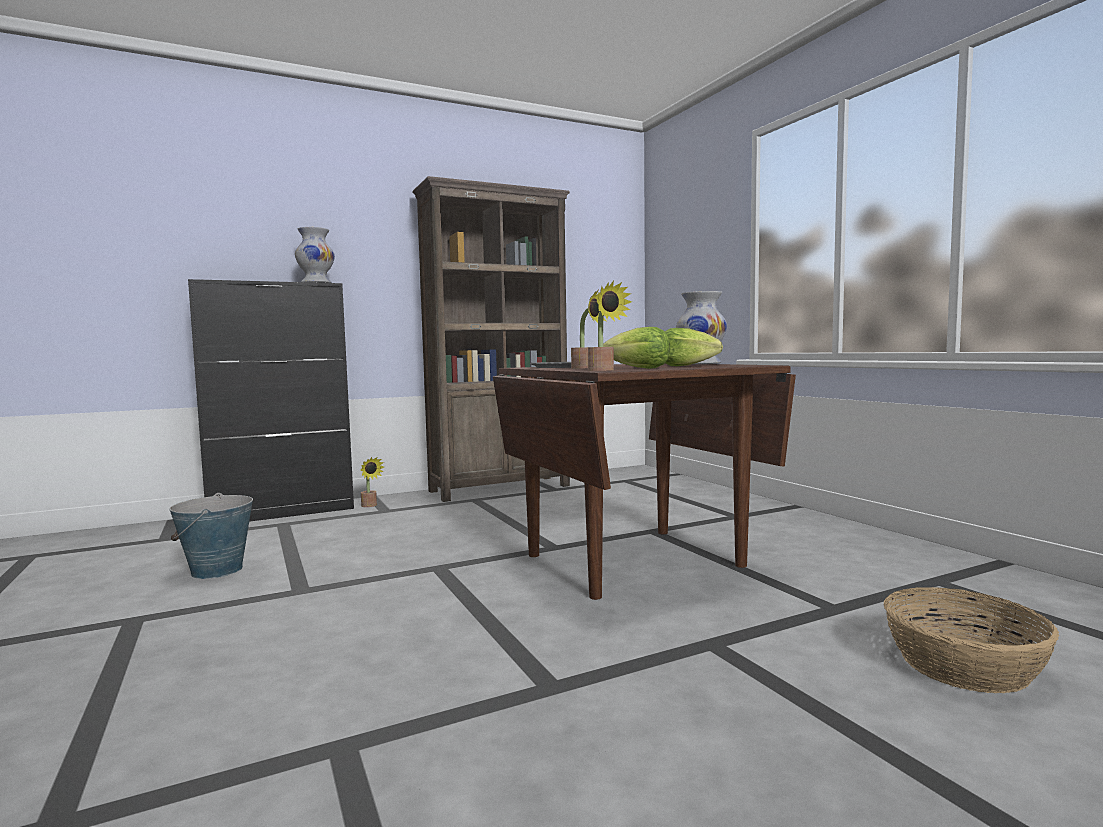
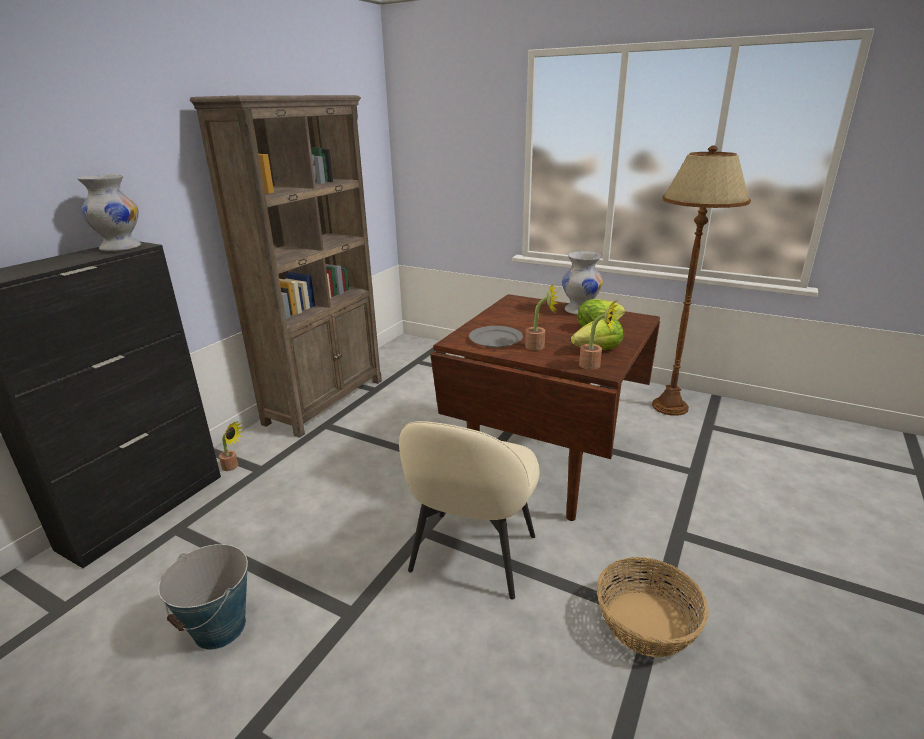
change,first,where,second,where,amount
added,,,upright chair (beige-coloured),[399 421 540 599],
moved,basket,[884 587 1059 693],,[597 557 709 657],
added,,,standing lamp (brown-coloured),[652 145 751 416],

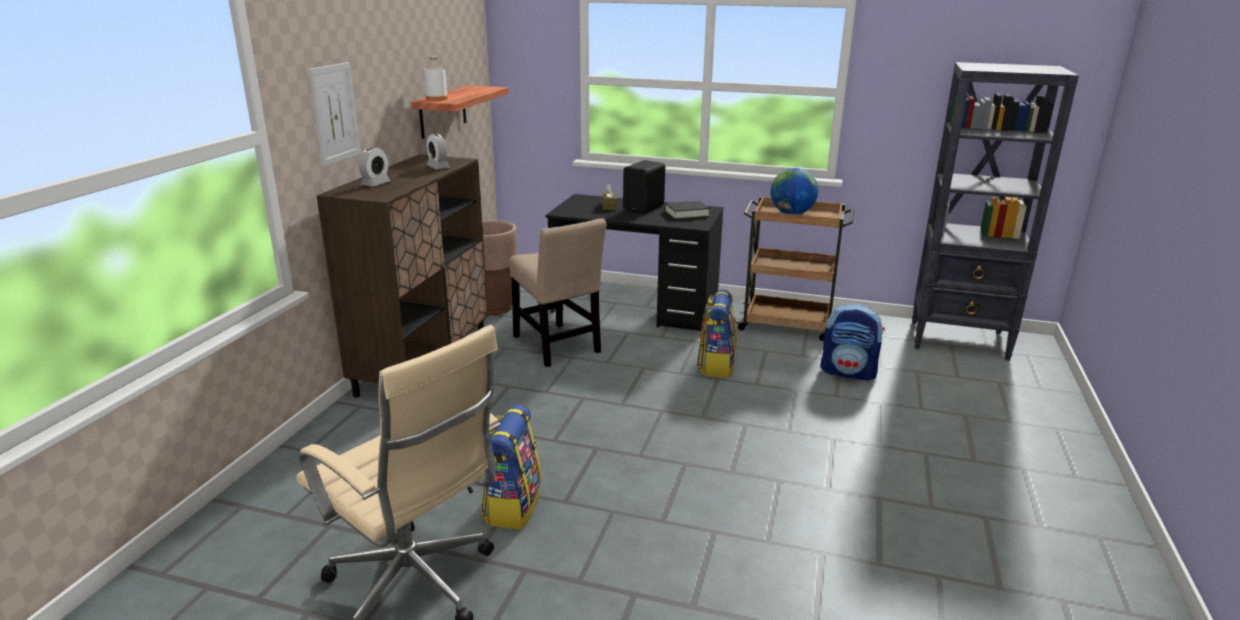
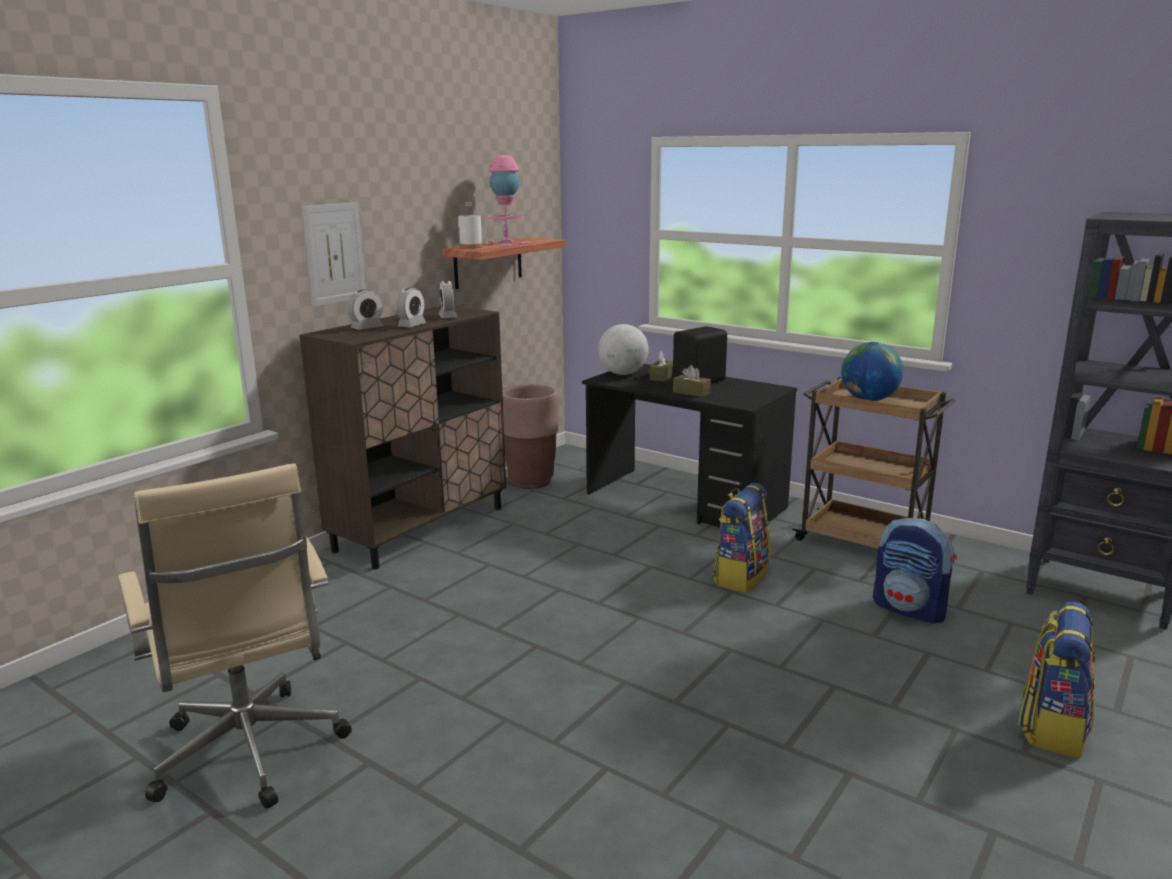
change,first,where,second,where,amount
added,,,bedside clock,[396 288 426 327],
added,,,table lamp (pink-coloured),[484 155 530 246],
added,,,globe,[598 324 649 375],
added,,,tissue holder (brown-coloured),[673 365 711 397],
moved,rucksack,[481 404 541 529],,[1018 601 1095 759],
removed,upright chair (beige-coloured),[509 218 607 367],,,
removed,volume (blackish),[664 201 710 220],,,

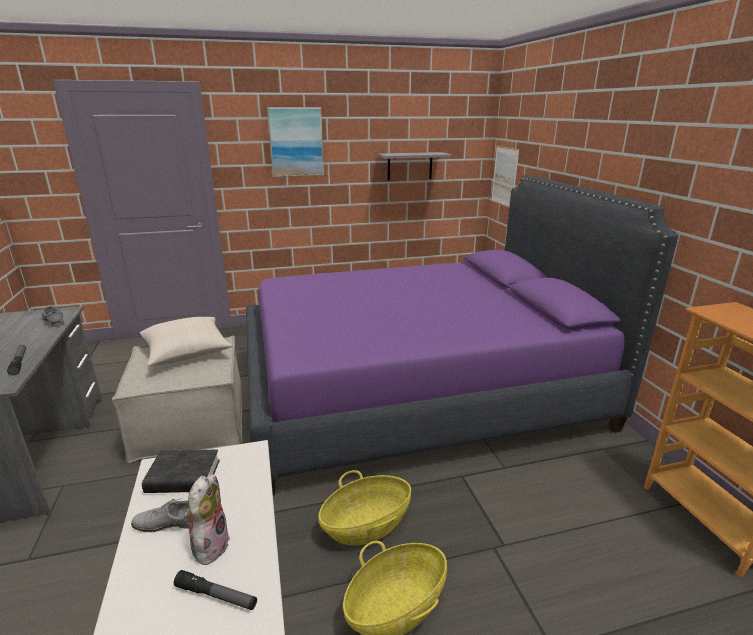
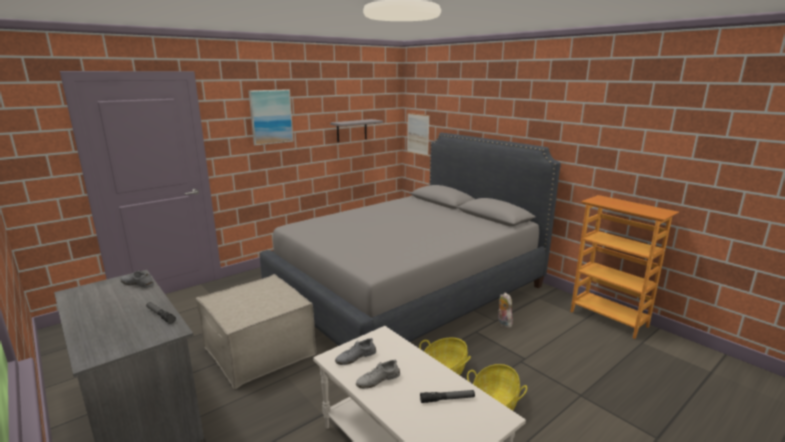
change,first,where,second,where,amount
recoloured,bedroom bed (purplish),[246 175 678 495],bedroom bed (greyish),[260 133 561 346],
replaced,volume (blackish),[142 449 220 493],shoe (greyish),[335 338 376 365],
moved,plush toy,[184 474 230 565],,[498 292 513 328],
removed,throw pillow (beige-coloured),[140 317 233 365],,,

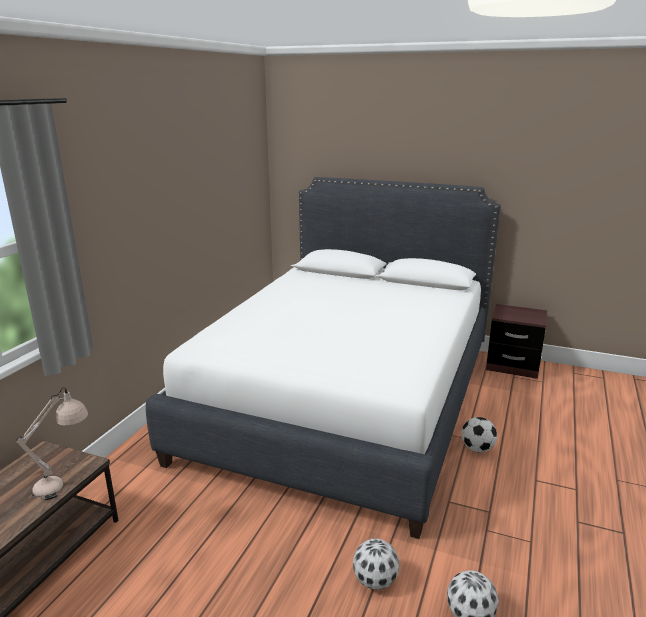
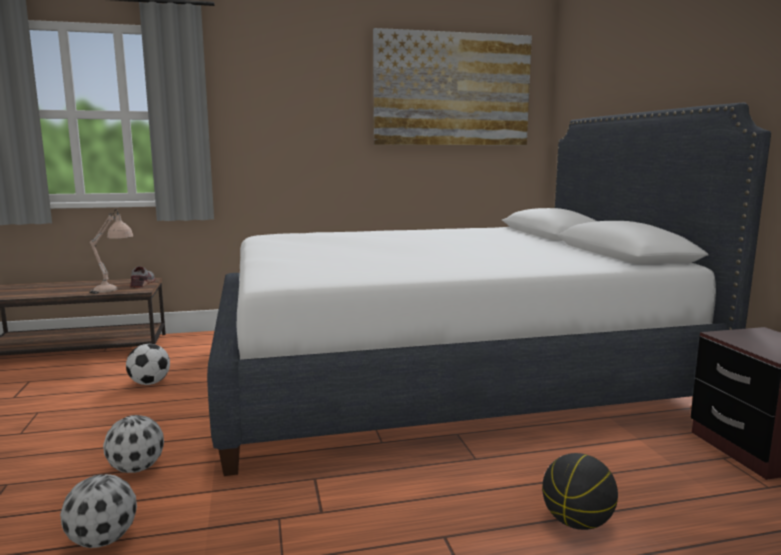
change,first,where,second,where,amount
moved,ball for football,[461 417 497 452],,[126 344 170 385],
added,,,shoe (greyish),[130 266 155 288],
added,,,wall art,[373 28 532 145],
added,,,basketball,[542 453 618 530],

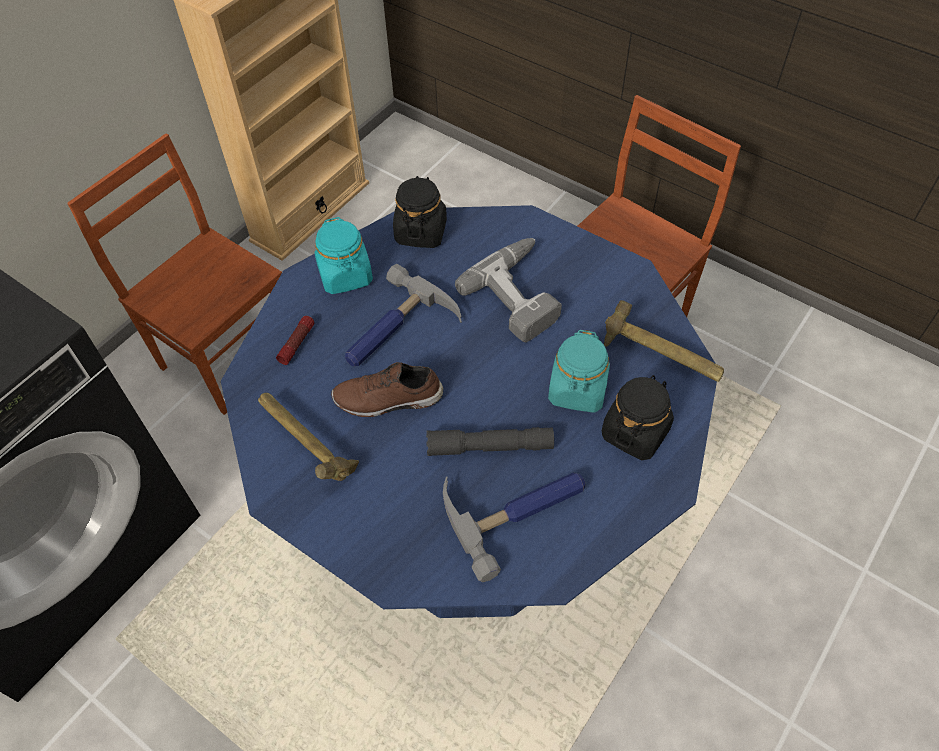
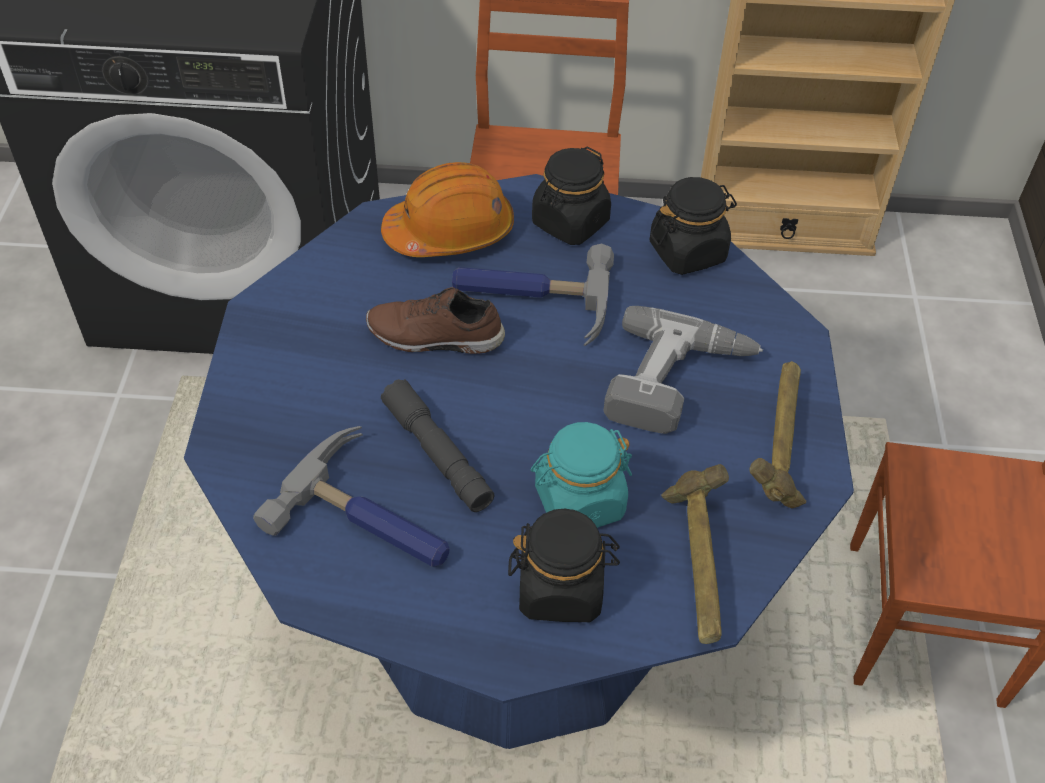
change,first,where,second,where,amount
turned,shoe (brown-coloured),[331 362 443 417],,[366 287 505 354],45 degrees counterclockwise
replaced,flashlight,[276 316 314 365],work helmet (orangey),[381 162 514 257],
recoloured,storage jar (blue-green),[315 217 373 294],storage jar (blackish),[532 147 611 245],
moved,hammer,[258 393 359 481],,[750 361 806 508],

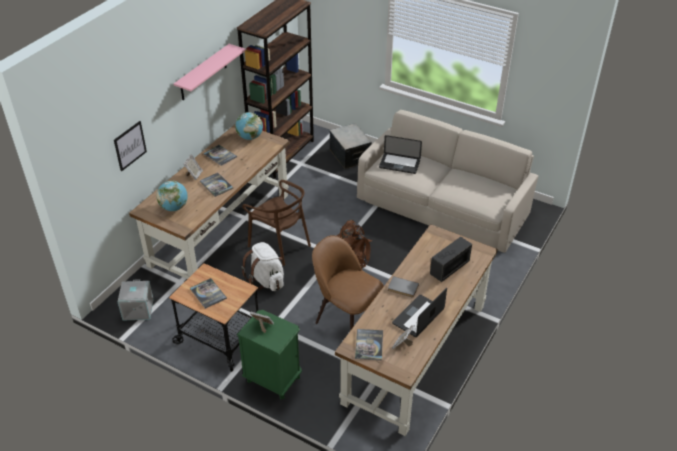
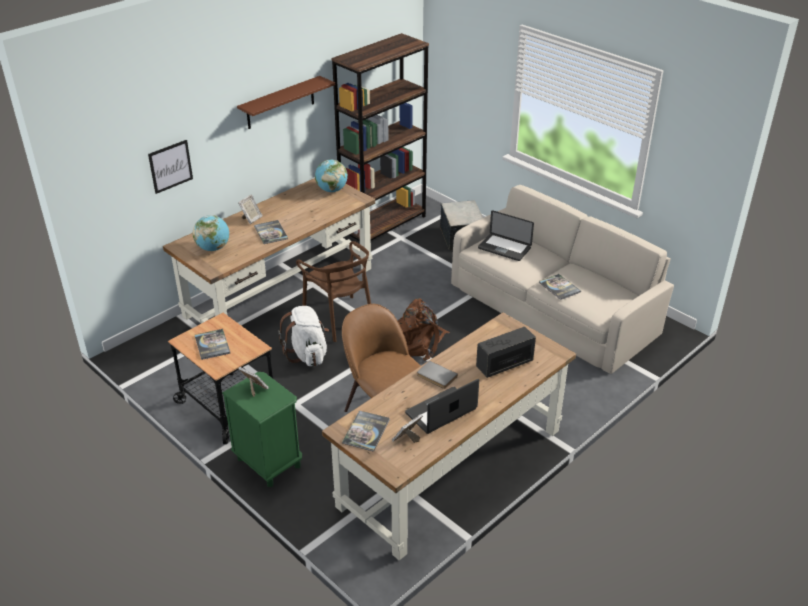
change,first,where,second,where,amount
recoloured,wall shelf (pink-coloured),[174 44 246 100],wall shelf (brown-coloured),[237 76 335 129],
moved,volume,[203 145 237 166],,[539 274 581 300],
removed,storage container (greyish),[117 279 154 321],,,

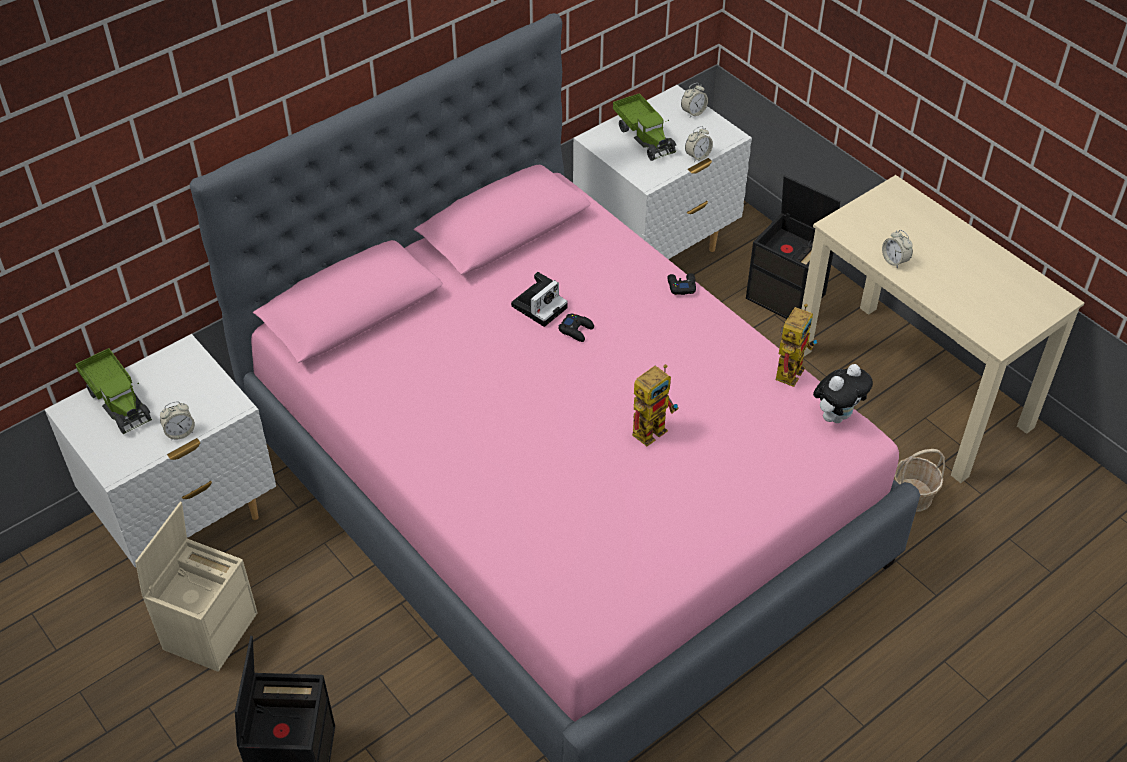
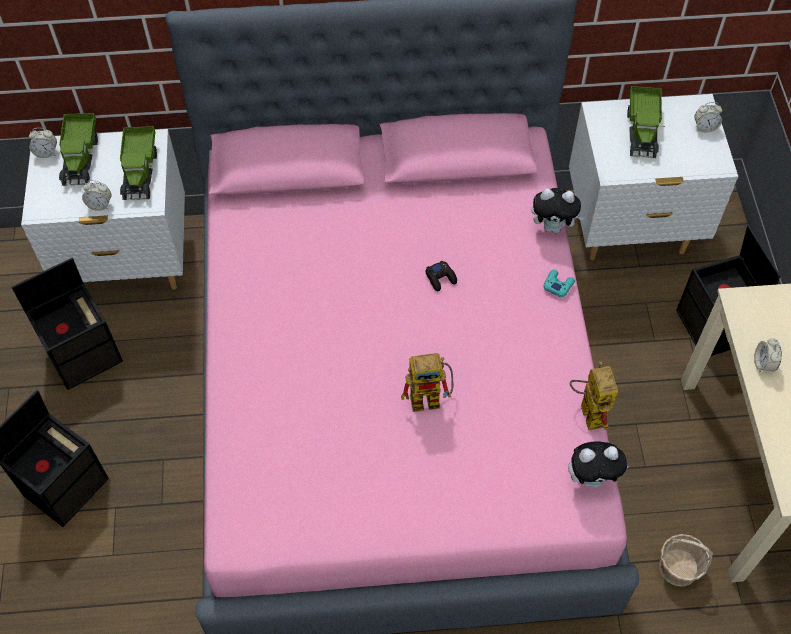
change,first,where,second,where,amount
recoloured,storage container (beige-coloured),[135 502 258 672],storage container (blackish),[11 258 123 390],
moved,bedside clock,[685 126 713 162],,[29 128 57 158],
added,,,toy truck,[120 126 157 200],
added,,,plush toy,[531 188 584 233],
recoloured,gamepad (blackish),[667 273 696 295],gamepad (blue-green),[543 270 575 297],
turned,robot figure,[776 304 818 387],,[570 362 618 431],75 degrees counterclockwise
removed,still camera,[511 272 568 327],,,

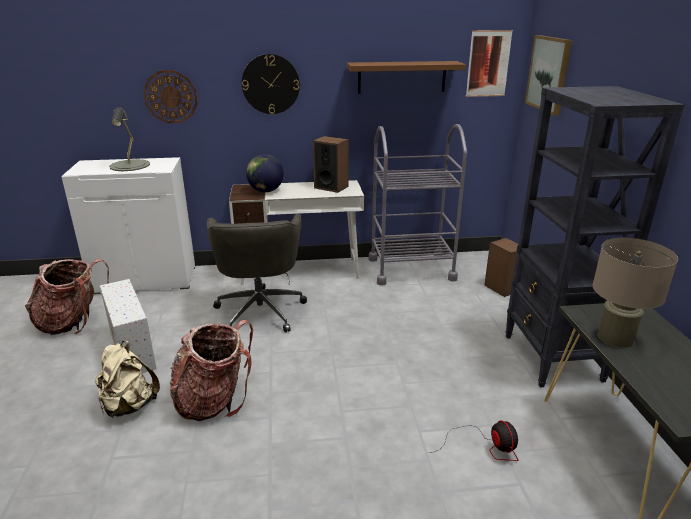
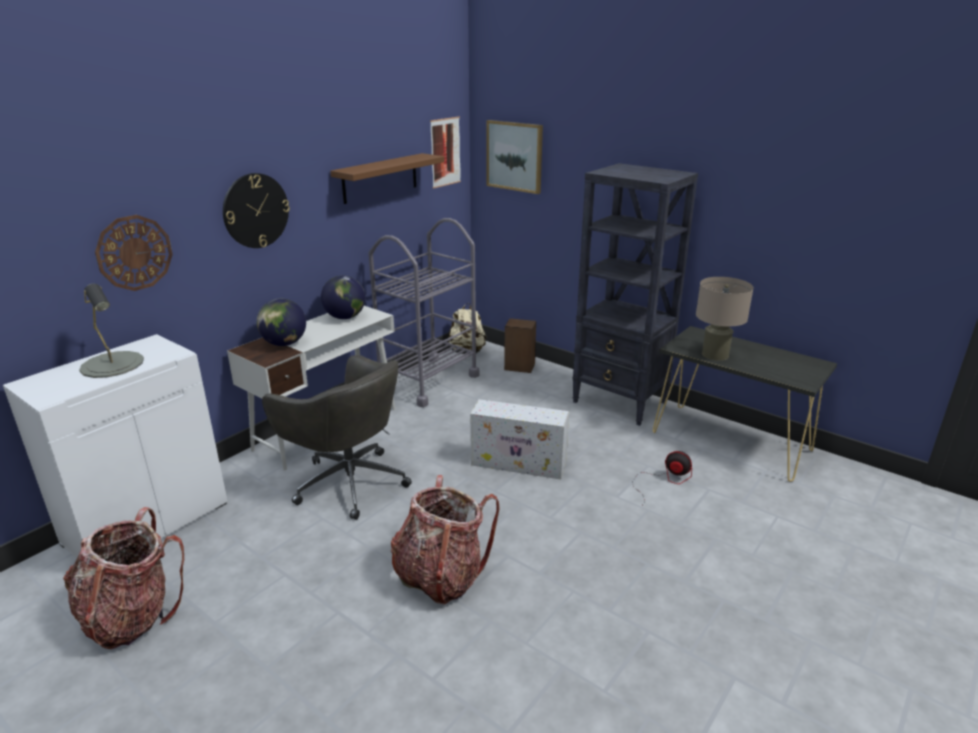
change,first,where,second,where,amount
replaced,loudspeaker,[313 136 349 193],globe,[321 276 365 319],
moved,rucksack (beige-coloured),[95 341 160 418],,[448 303 487 354],
moved,storage container (white),[100 279 157 373],,[470 399 569 479],

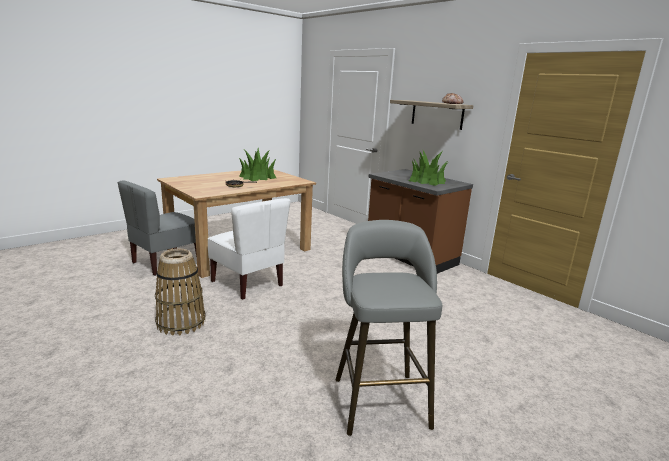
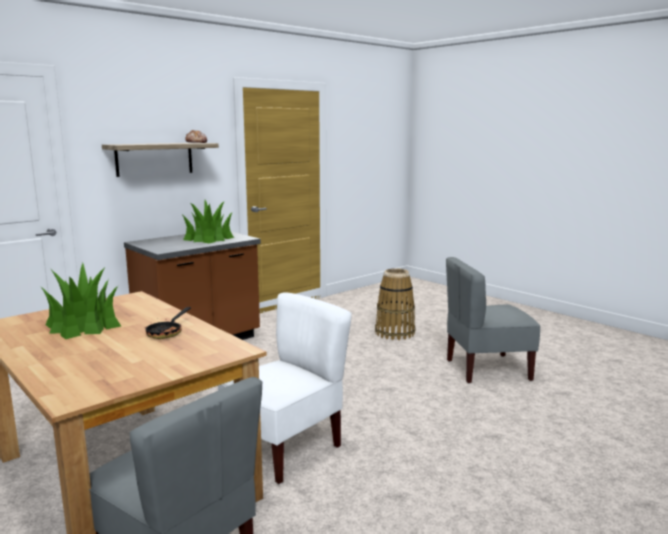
change,first,where,second,where,amount
moved,basket,[155 249 205 336],,[375 268 416 340],
replaced,sitting stool (greyish),[336 220 442 436],upright chair (greyish),[446 257 540 384],

